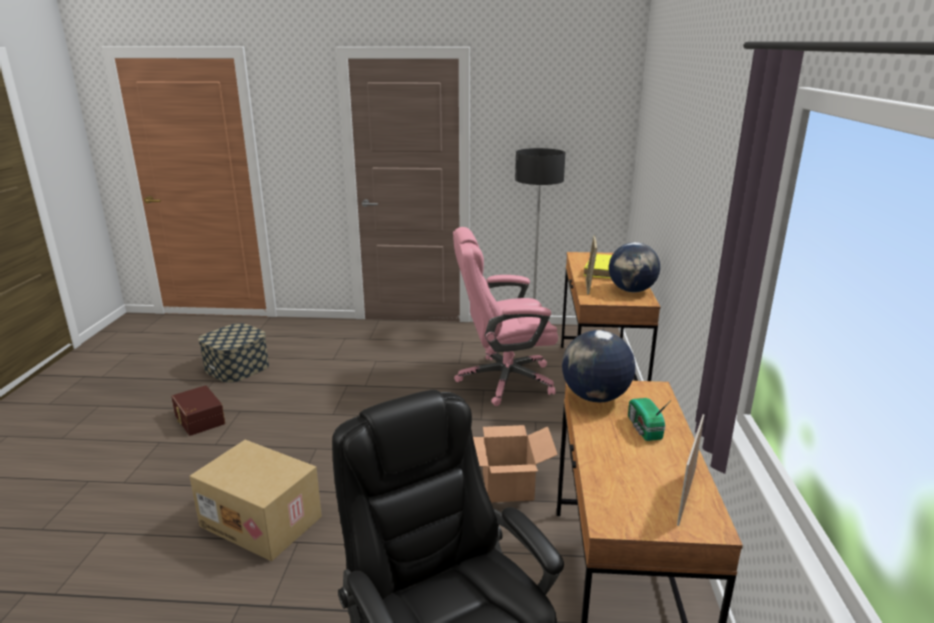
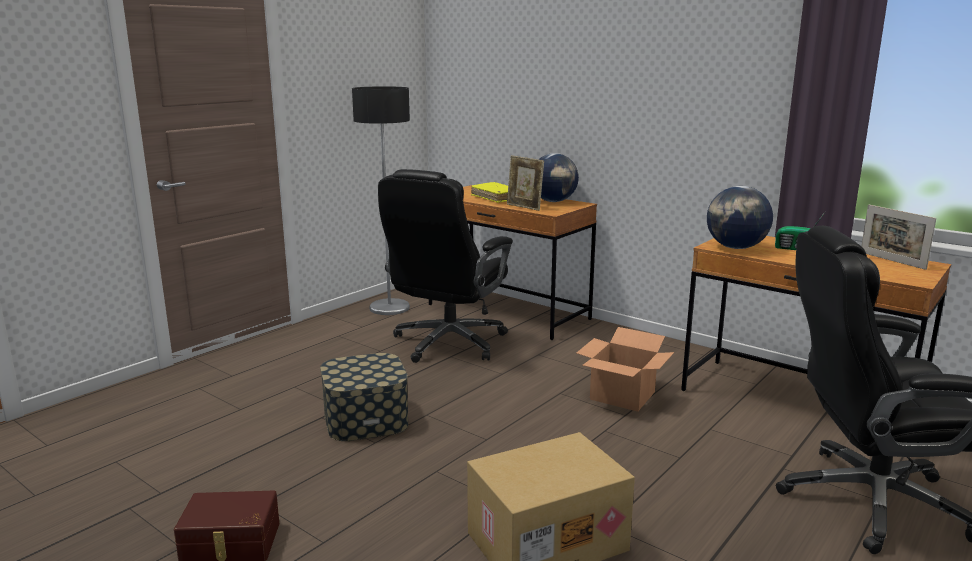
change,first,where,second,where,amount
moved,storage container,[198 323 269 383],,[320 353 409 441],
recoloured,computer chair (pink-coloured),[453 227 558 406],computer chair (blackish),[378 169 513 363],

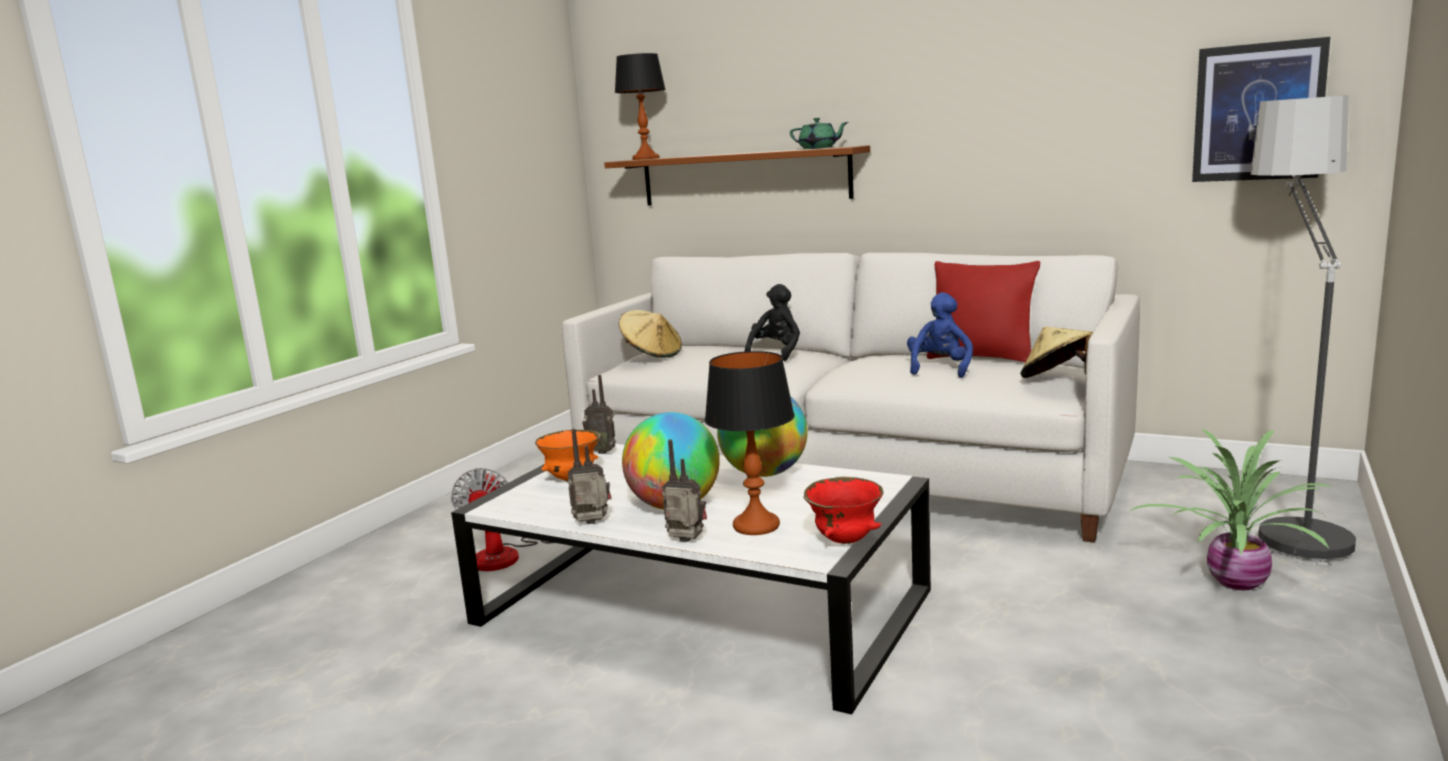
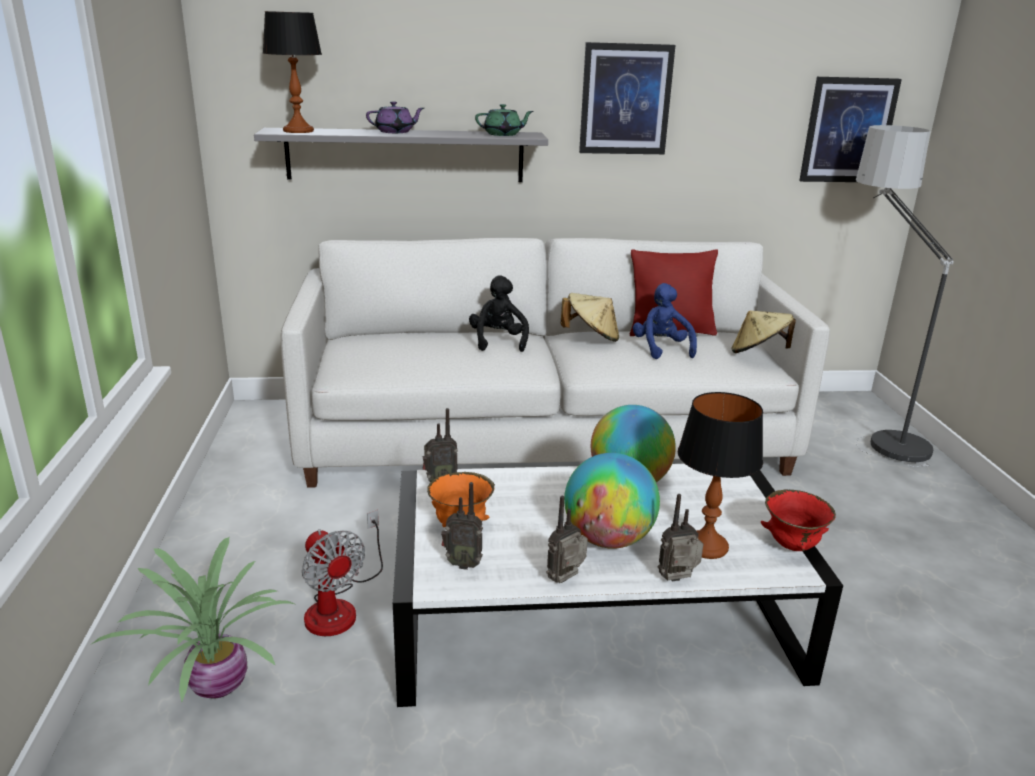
change,first,where,second,where,amount
moved,plant in a pot,[1129 429 1331 590],,[92 537 294 702],
recoloured,wall shelf (brown-coloured),[604 145 870 205],wall shelf (greyish),[254 128 548 182],
added,,,tea pot (purplish),[366 101 424 133],
added,,,radio set,[441 482 483 570],
moved,clothing hat (beige-coloured),[619 310 682 358],,[561 293 619 342],
added,,,wall art,[579 42 675 154],

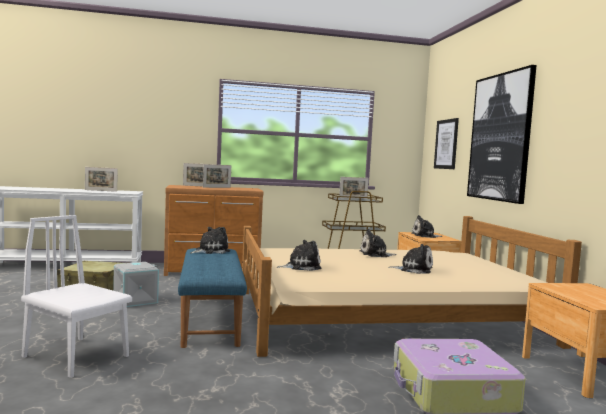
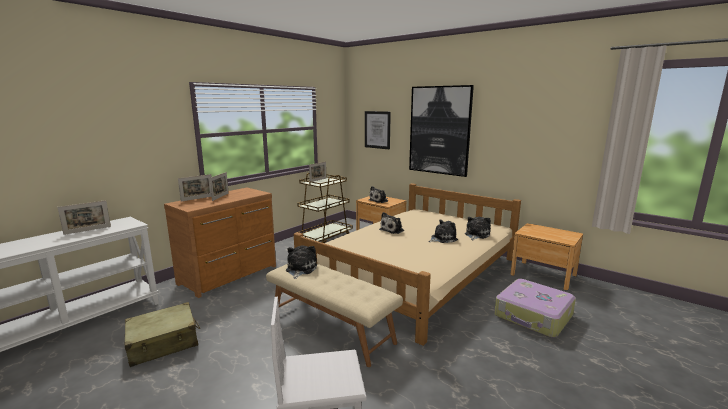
change,first,where,second,where,amount
recoloured,long seat (bluish),[178 248 247 348],long seat (beige-coloured),[266 264 403 367],
moved,plush toy,[277 240 322 271],,[465 217 491 240],
removed,storage container (greyish),[113 262 159 307],,,

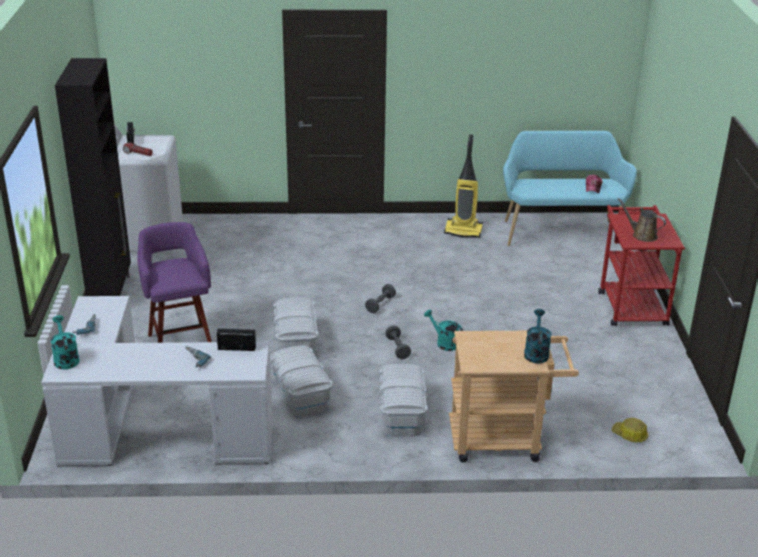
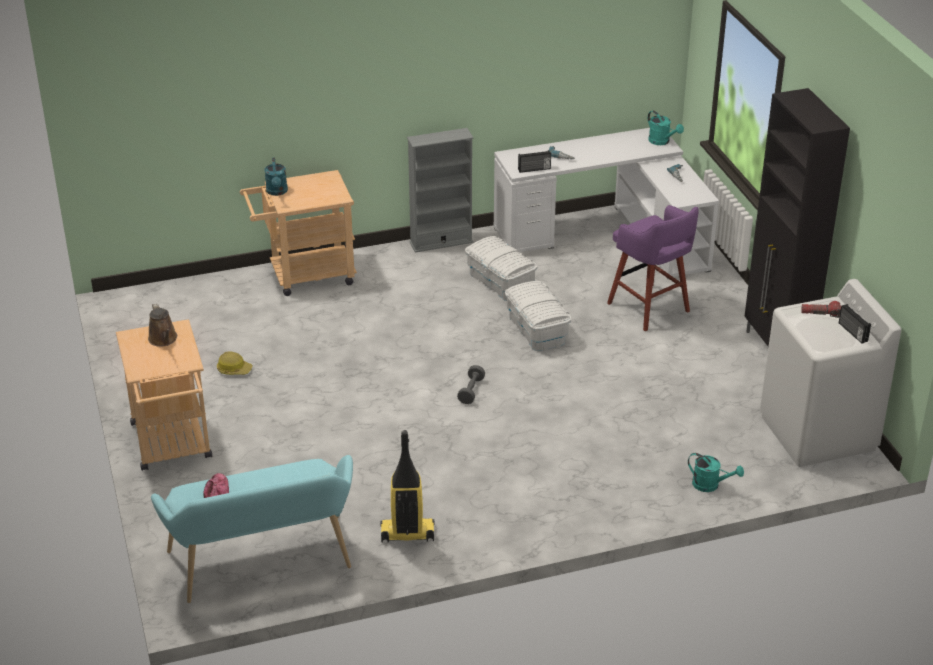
change,first,where,second,where,amount
recoloured,cart (red),[598 205 685 326],cart (beige-coloured),[116 319 212 471],
turned,watering can (brown-coloured),[618 198 666 242],,[148 303 177 347],45 degrees clockwise
moved,work helmet,[611 418 649 442],,[217 351 253 375],
added,,,bookshelf (greyish),[407 128 474 253],
moved,watering can (blue-green),[424 310 463 351],,[688 453 744 492],
removed,storage container (white),[379 364 427 437],,,
removed,hand weight (greyish),[385 325 411 359],,,

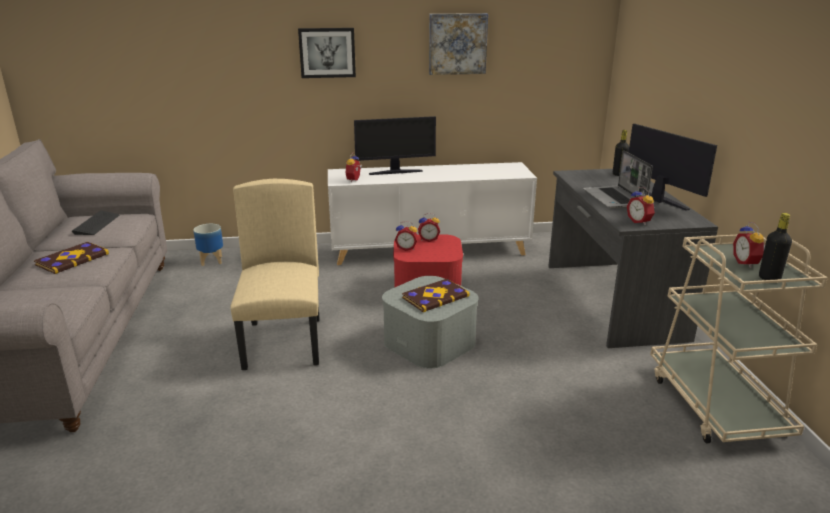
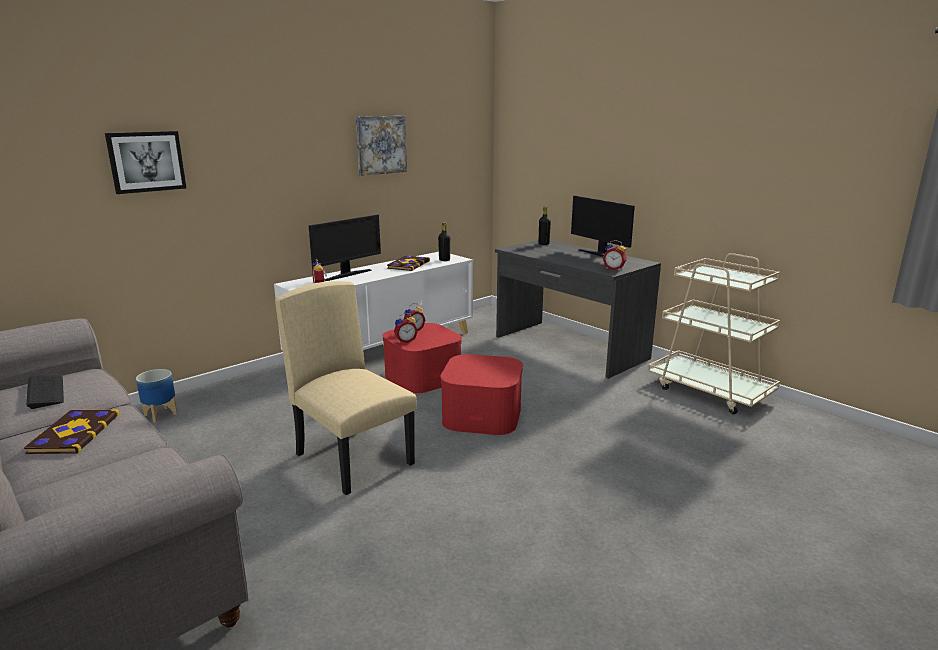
change,first,where,second,where,amount
moved,wall art,[298 28 356 78],,[105 131 186 194],
moved,volume,[402 279 470 312],,[387 255 430 271],
moved,bottle (blackish),[759 213 792 280],,[438 222 450 261],
recoloured,storage container (greyish),[382 276 479 368],storage container (red),[441 354 523 435],
turned,computer display,[629 124 717 211],,[571 196 635 257],150 degrees counterclockwise
removed,portable computer,[583 150 653 209],,,
removed,bedside clock,[733 222 765 268],,,

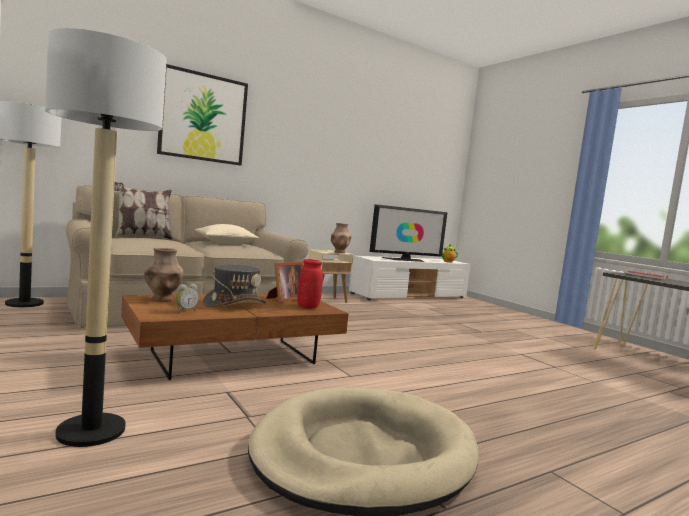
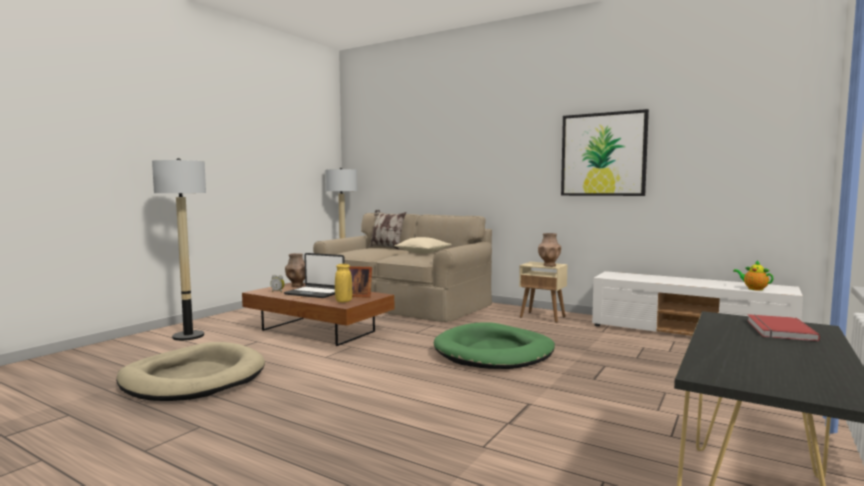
change,first,where,second,where,amount
replaced,clothing hat (greyish),[203 265 266 307],portable computer,[284 253 345 298],
recoloured,flower vase (red),[298 259 323 308],flower vase (yellowish),[335 264 352 302],
added,,,dog cushion (green),[434 322 555 369],
moved,wall art,[157 64 248 166],,[561 109 649 196],
removed,television,[369 204 448 262],,,

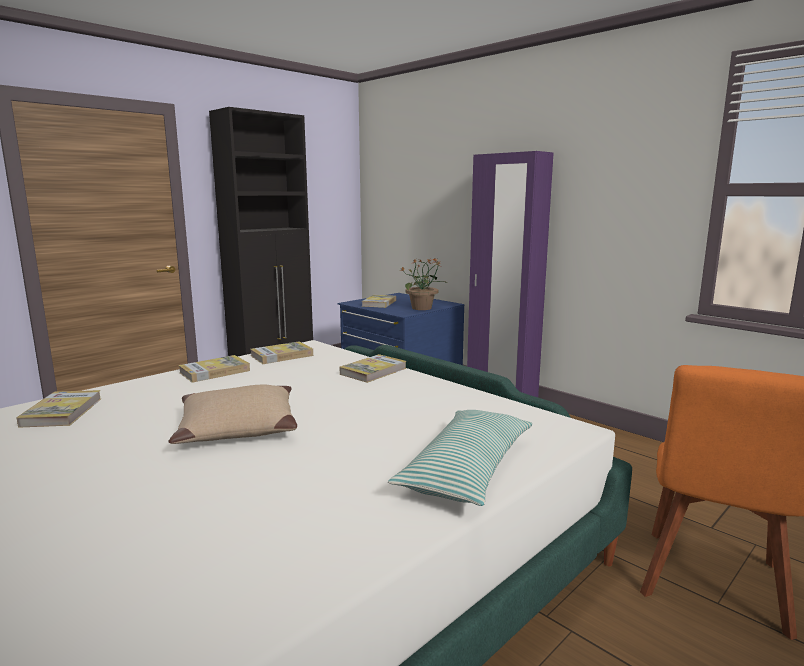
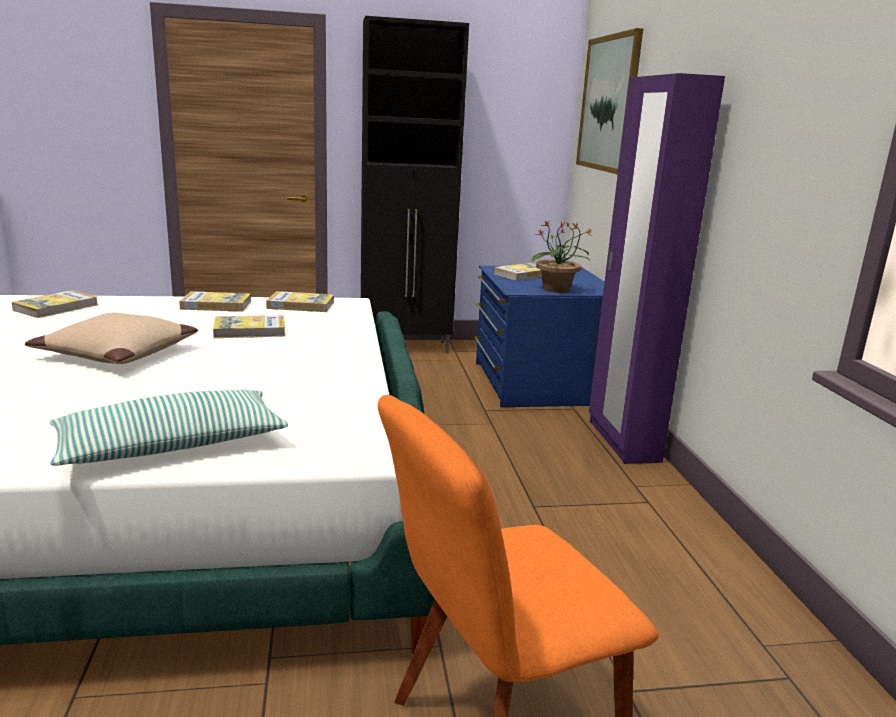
change,first,where,second,where,amount
moved,volume,[340 354 407 383],,[213 315 285 338],
added,,,wall art,[576 28 643 175],

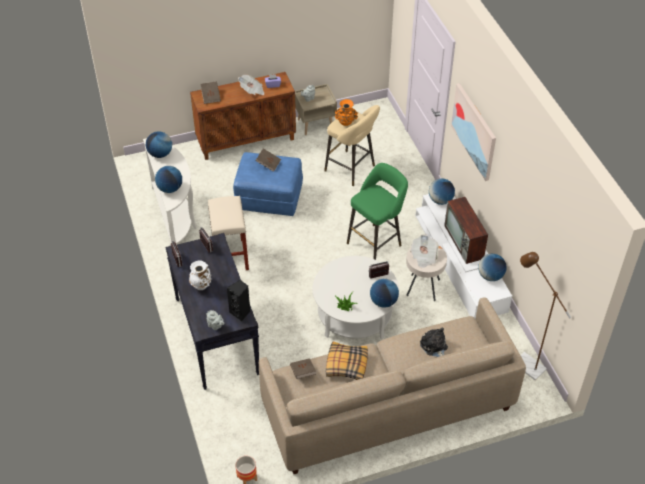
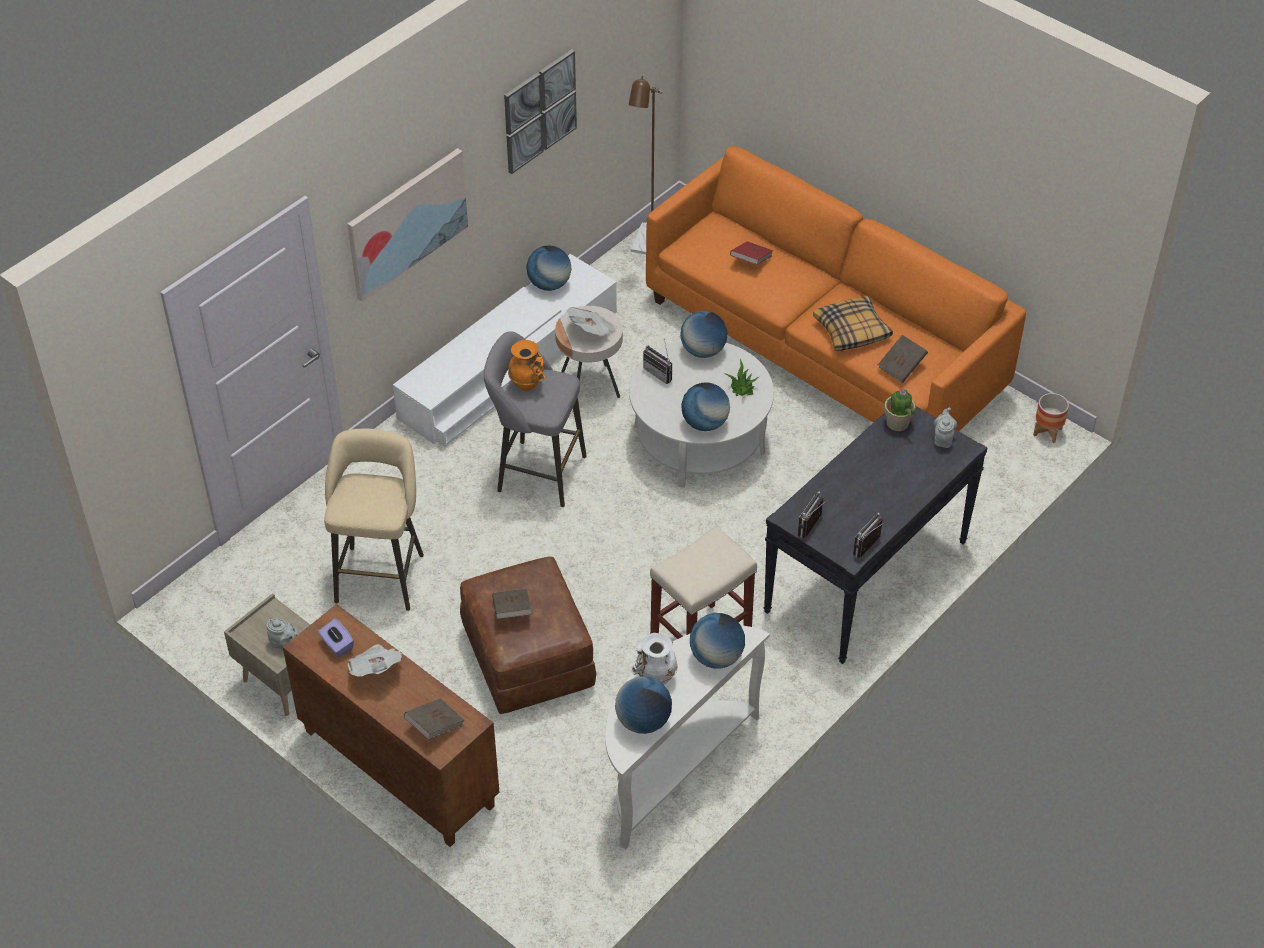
change,first,where,second,where,amount
recoloured,pouffe (bluish),[233 152 303 216],pouffe (brown-coloured),[460 557 596 714],
recoloured,sitting stool (green),[347 163 408 260],sitting stool (greyish),[484 331 587 507],
added,,,wall art,[504 49 577 174],
moved,flower vase (orangey),[335 99 358 126],,[508 340 546 391],
moved,flower vase (white),[189 260 211 290],,[632 633 678 685],
recoloured,couch (beige-coloured),[259 297 526 474],couch (orangey),[646 146 1026 431],
moved,globe,[429 178 455 205],,[681 382 730 431],
replaced,plush toy,[420 327 448 357],volume (red),[730 241 773 265],
replaced,loudspeaker (blackish),[227 280 250 322],plant in a pot,[884 389 916 431],
removed,television,[444 197 488 264],,,

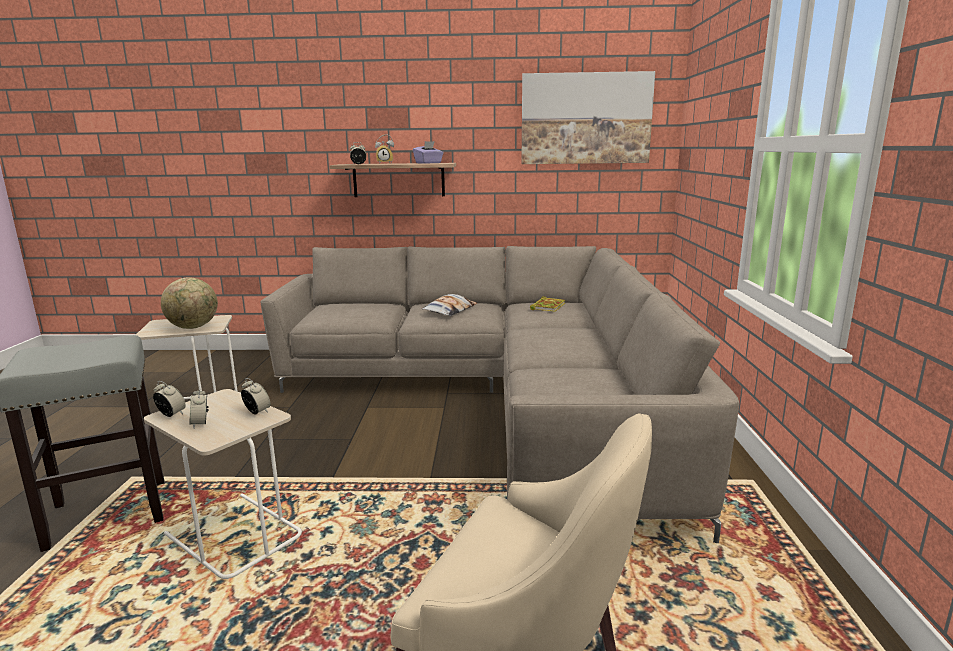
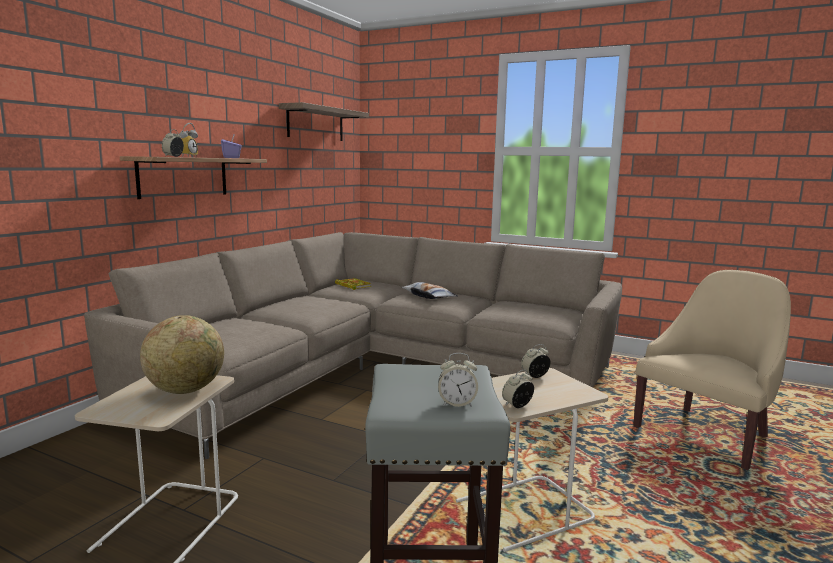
change,first,where,second,where,amount
replaced,wall art,[521 71 655 164],wall shelf,[279 102 369 141],
moved,throw pillow,[422 294 477 316],,[402 282 458 299],
moved,bedside clock,[189 386 209 428],,[438 353 478 407],

